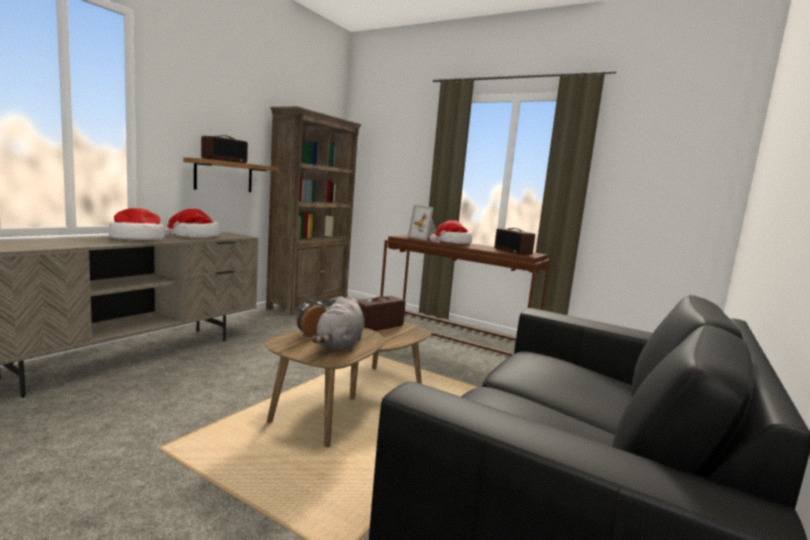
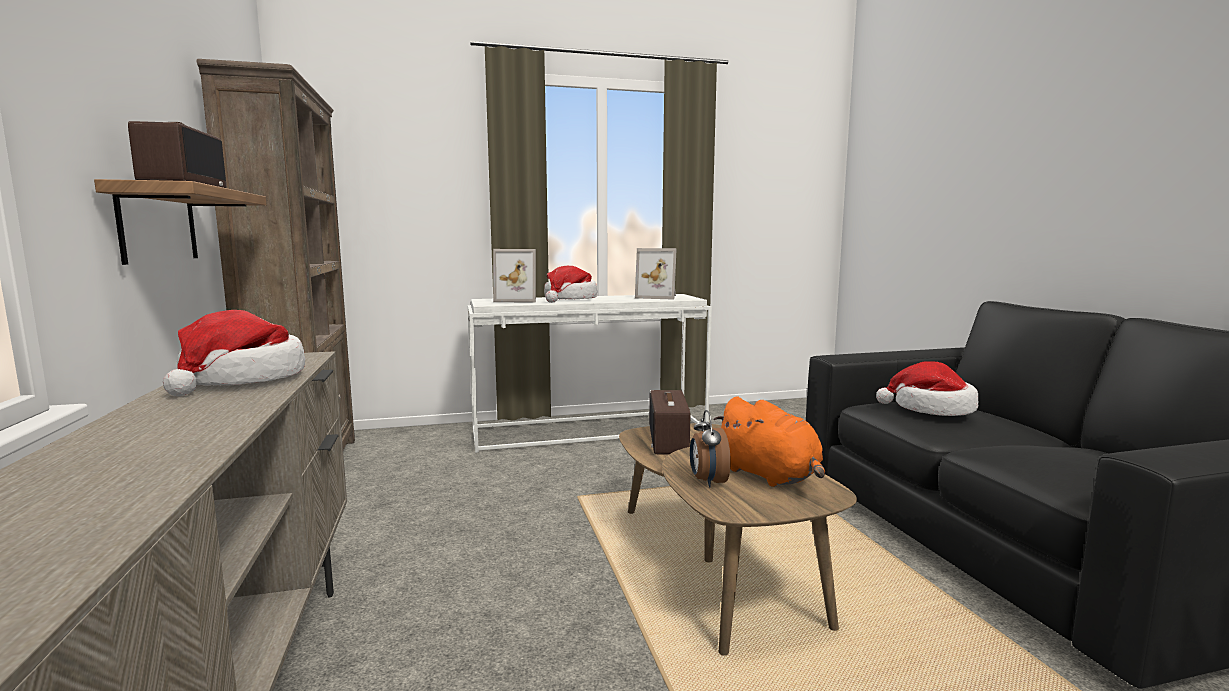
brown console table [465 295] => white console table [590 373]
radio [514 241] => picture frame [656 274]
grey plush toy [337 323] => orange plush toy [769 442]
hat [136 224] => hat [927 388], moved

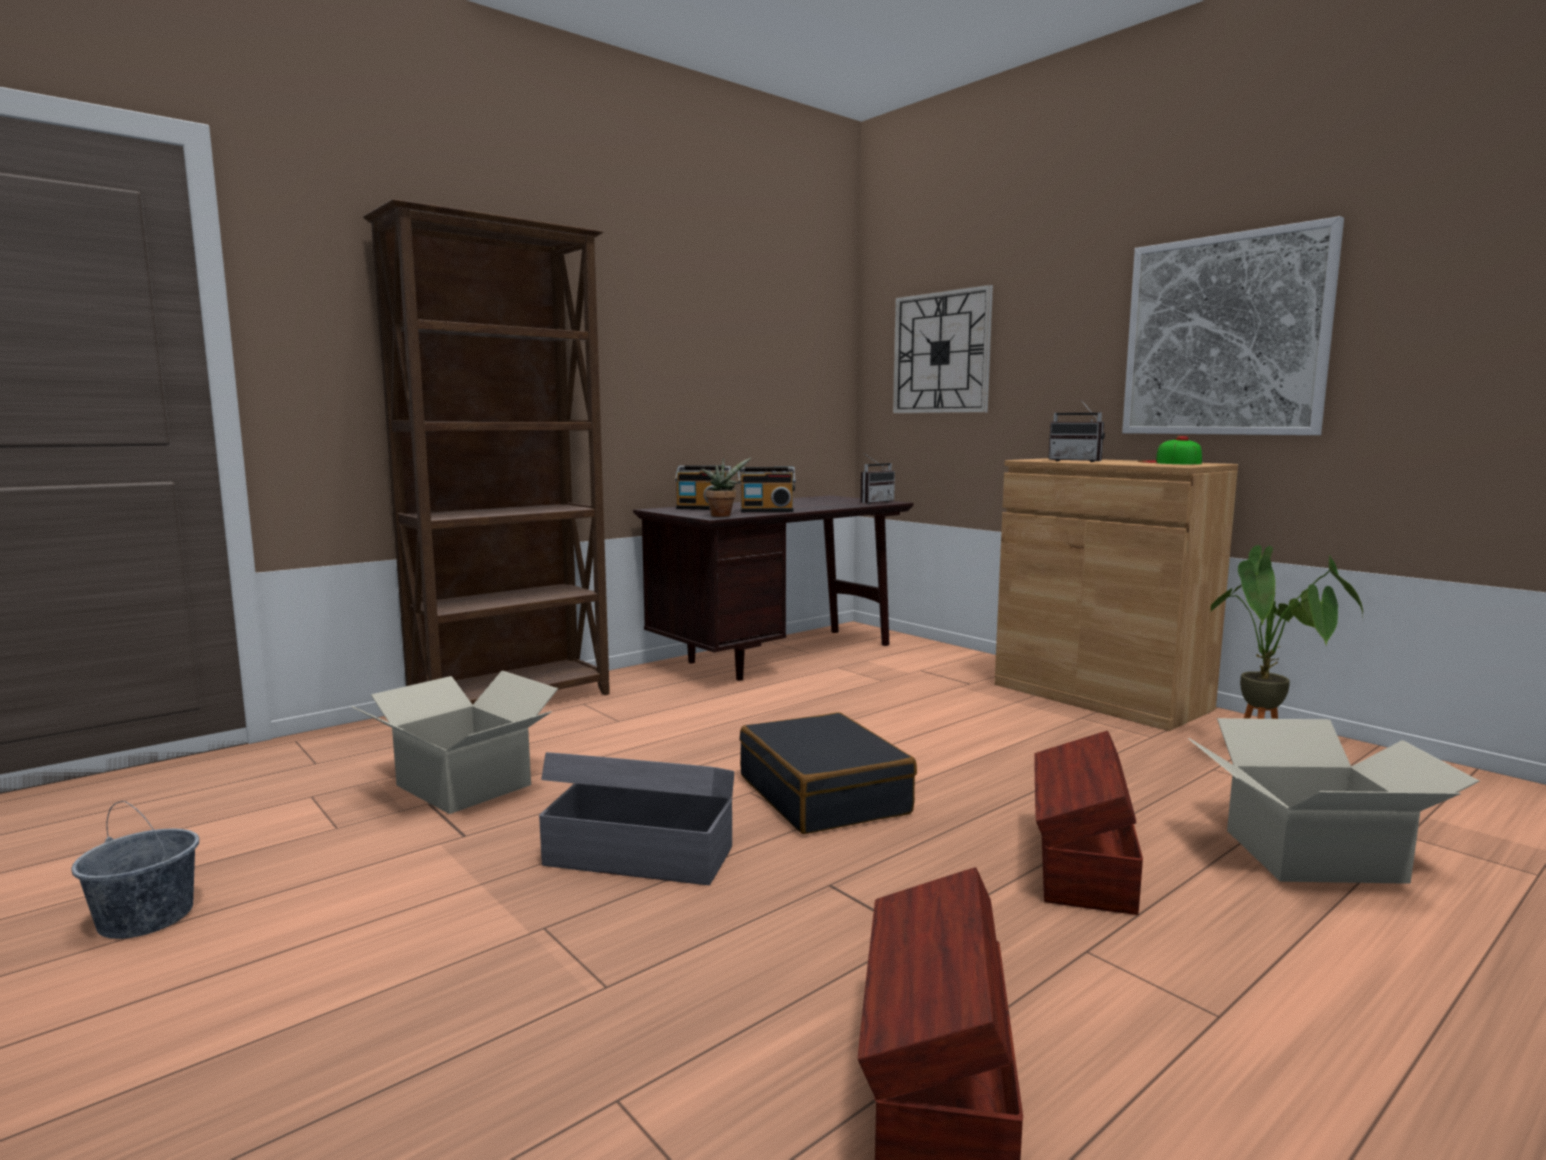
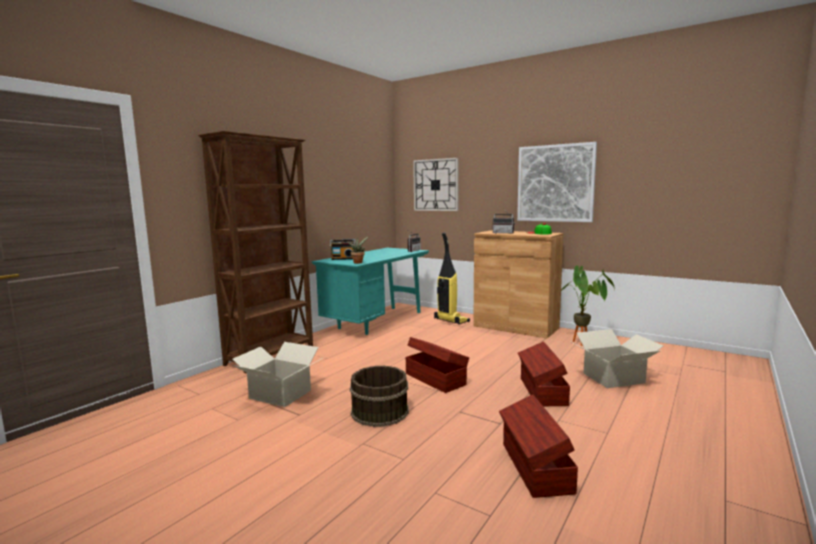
brown desk [773 588] => turquoise desk [370 291]
grey storage box [636 818] => brown bucket [379 396]
black suitcase [828 773] => brown storage box [437 365]
nothing => vacuum cleaner [452 278]
grey bucket [135 870] => nothing
radio [767 489] => nothing

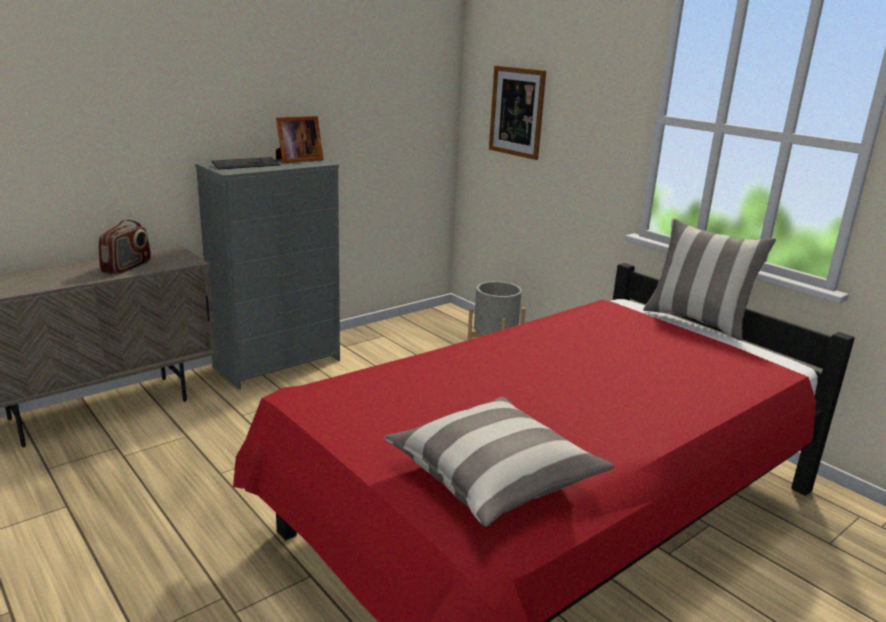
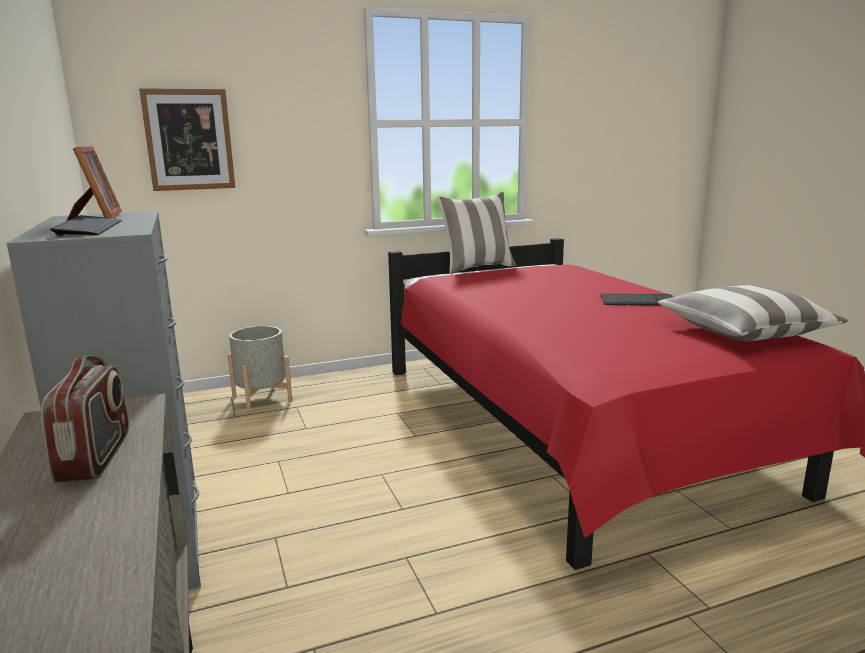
radio [124 247] => radio [85 418], 45 degrees clockwise
nothing => keyboard [636 299]

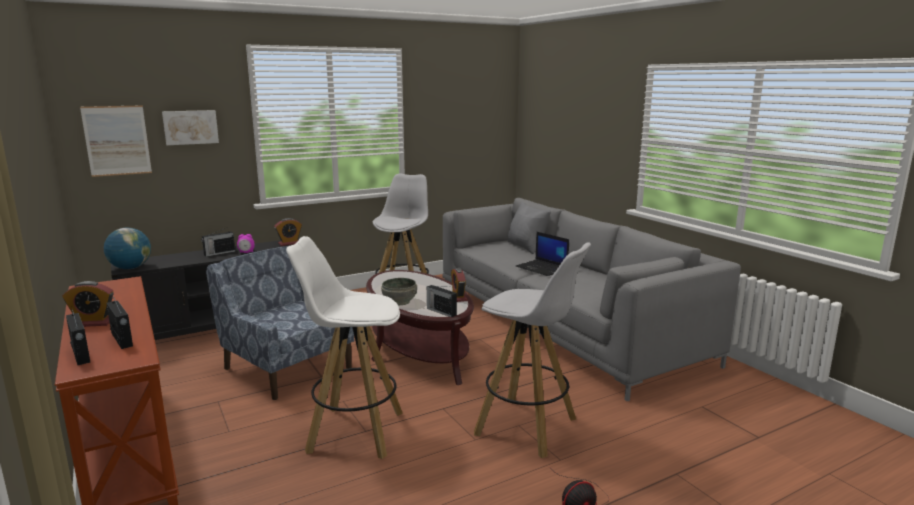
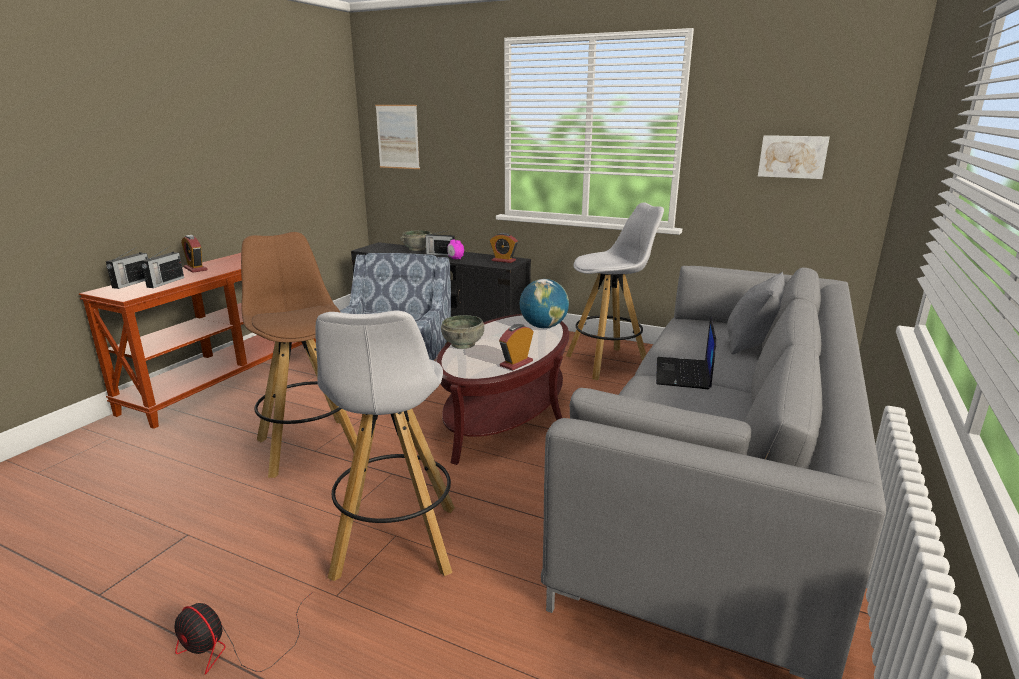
white stool [344 347] => brown stool [299 355]
nothing => grey bowl [416 240]
globe [127 248] => globe [544 303], moved
picture [190 127] => picture [794 157], moved
radio [442 301] => nothing

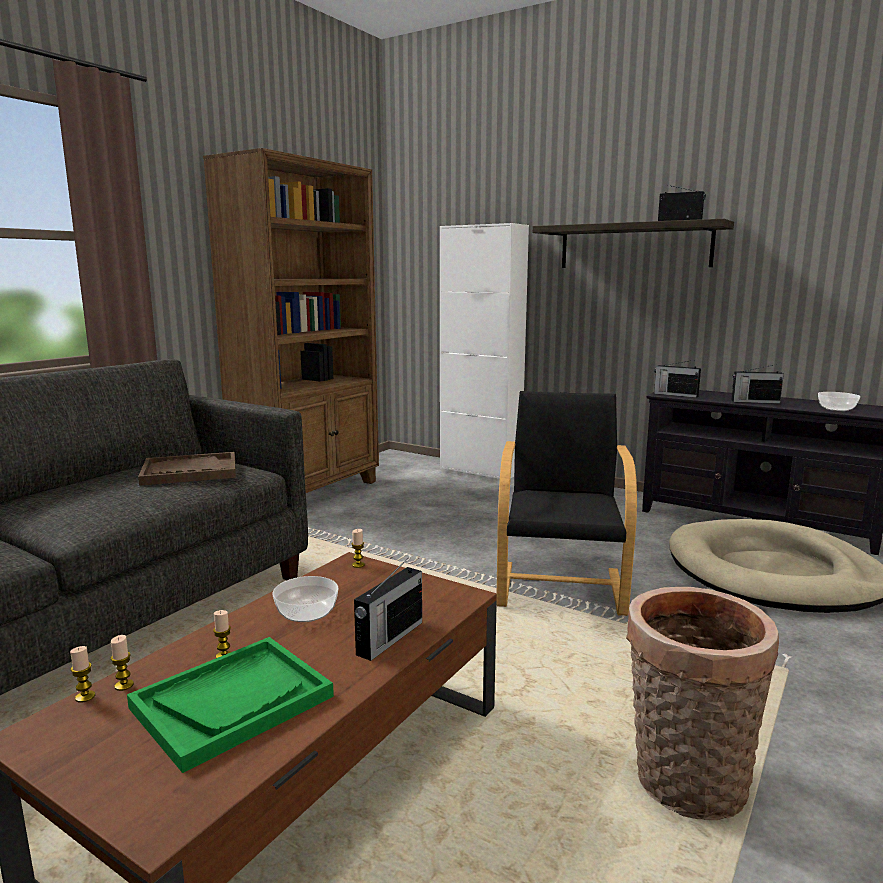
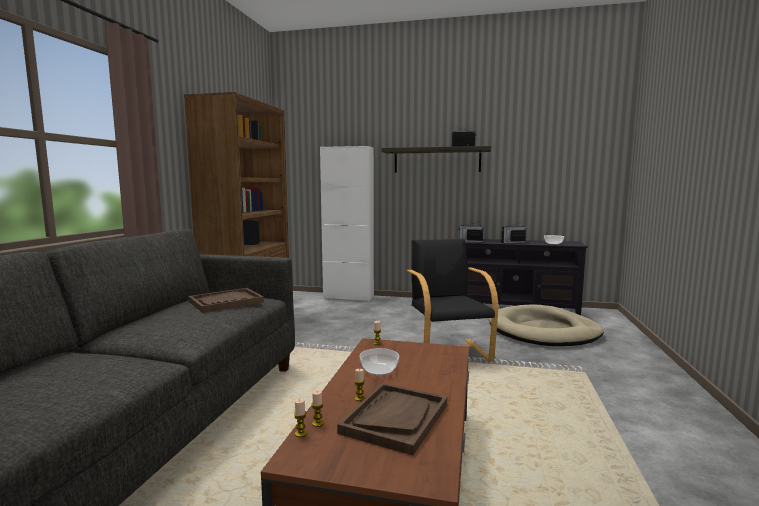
green tray [230 705] => brown tray [392 419]
radio [388 609] => nothing
basket [702 703] => nothing

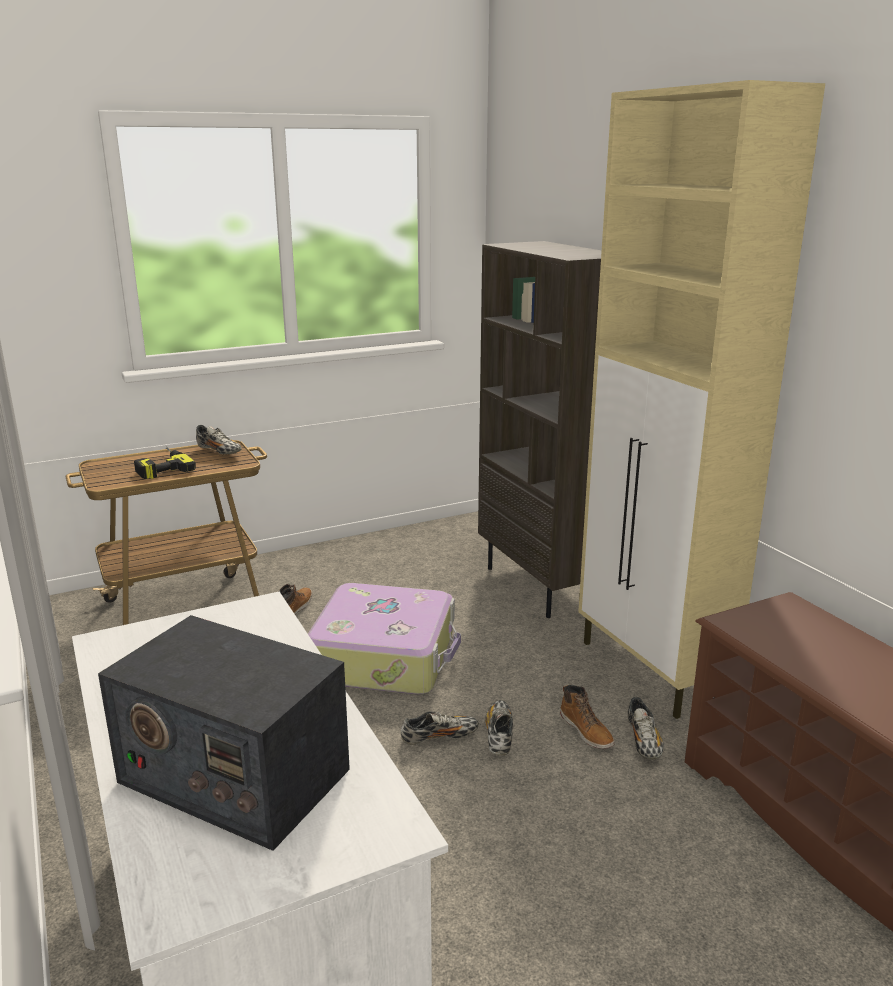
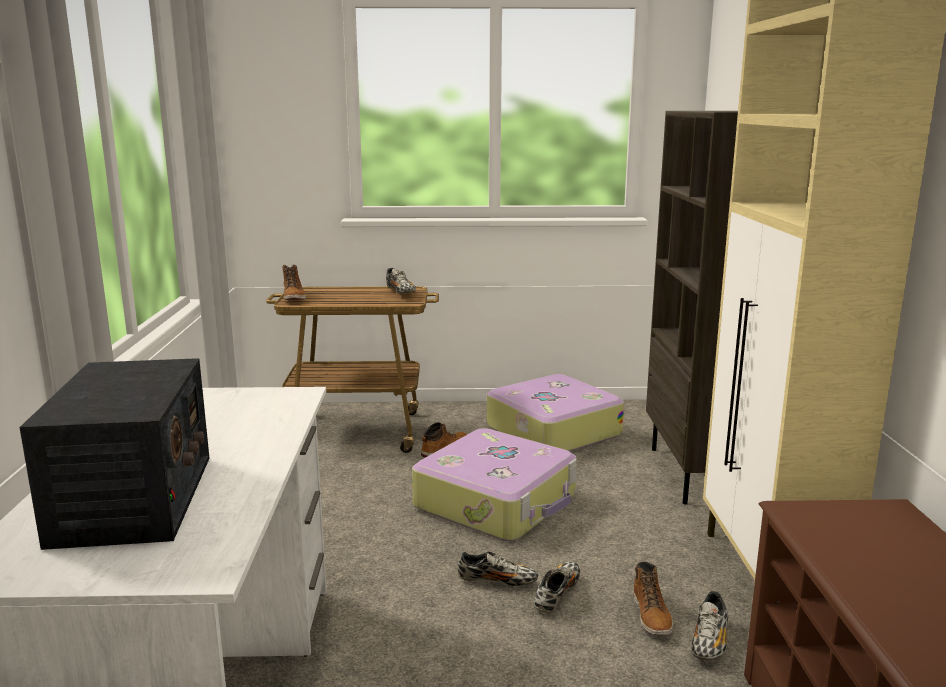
radio [224 733] => radio [114 454], 150 degrees counterclockwise
nothing => boot [294 282]
nothing => suitcase [555 413]
power drill [165 463] => nothing

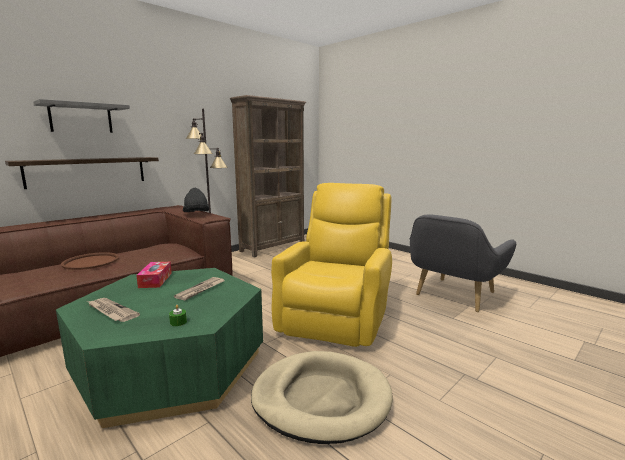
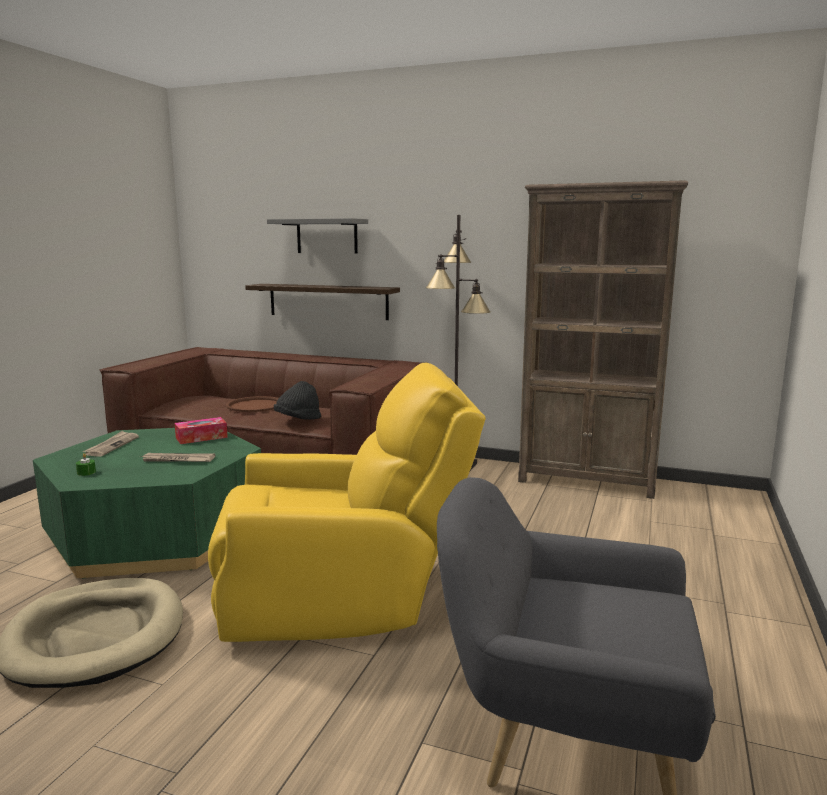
black hat [196 200] => black hat [297 400], moved

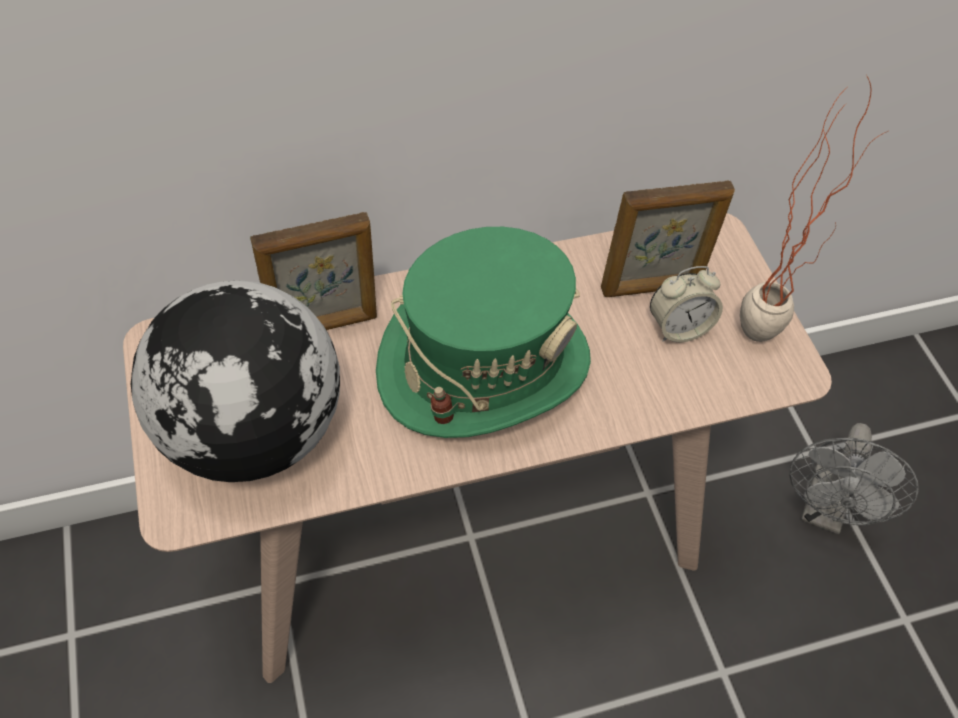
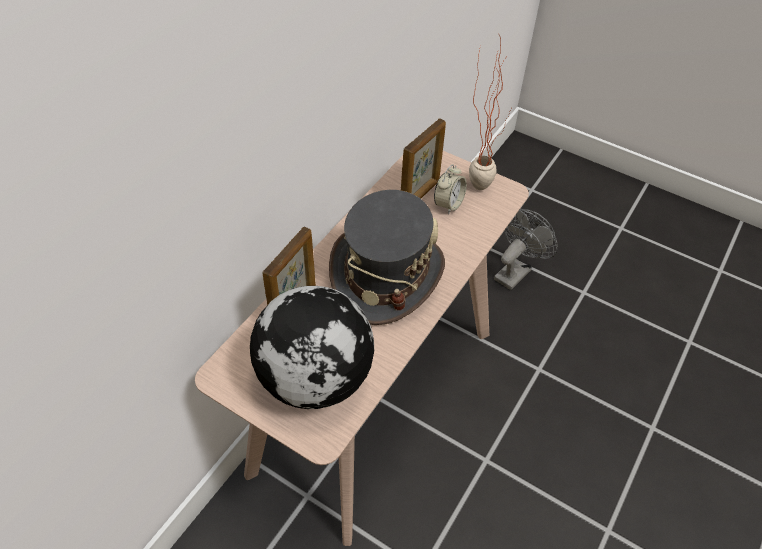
green hat [483 332] => grey hat [387 257]
grey fan [854 478] => grey fan [526 249], 120 degrees counterclockwise

